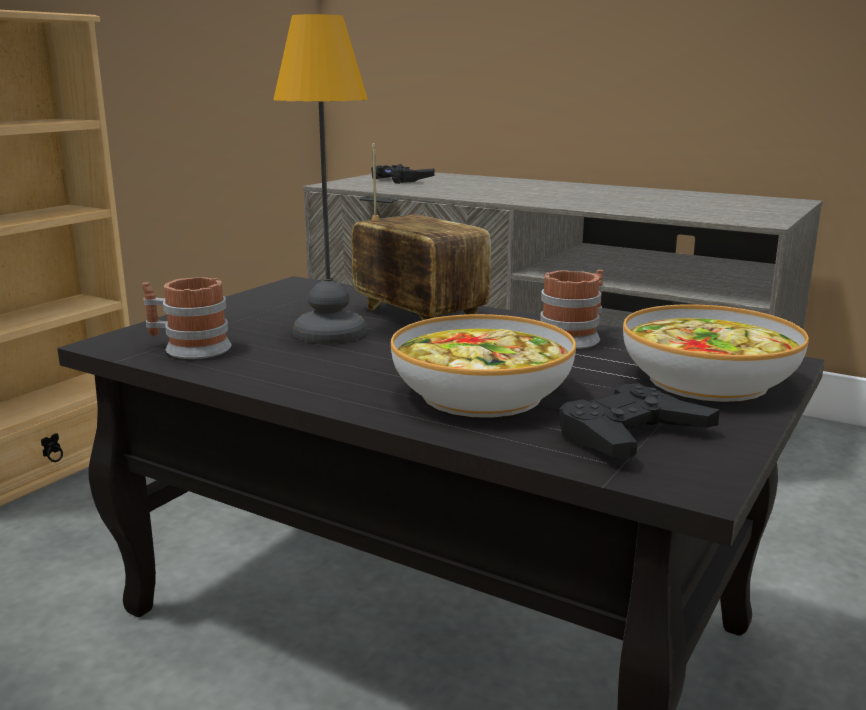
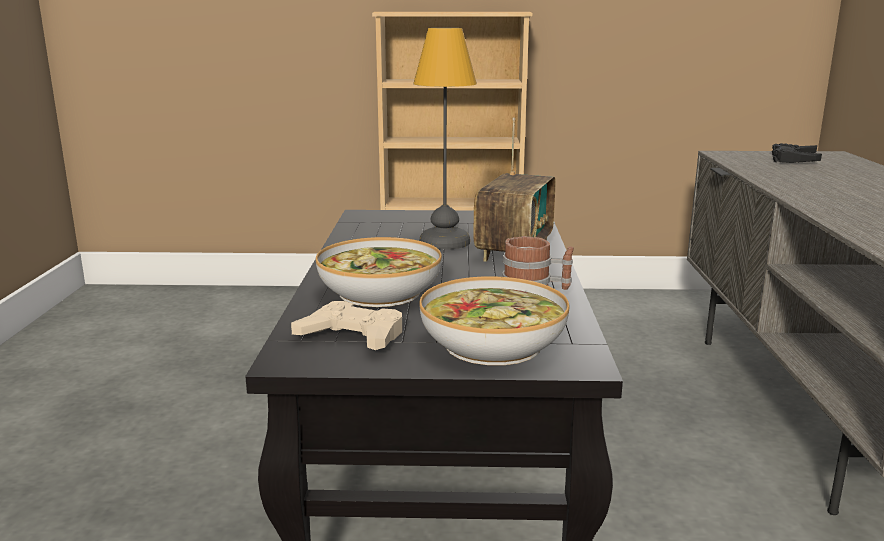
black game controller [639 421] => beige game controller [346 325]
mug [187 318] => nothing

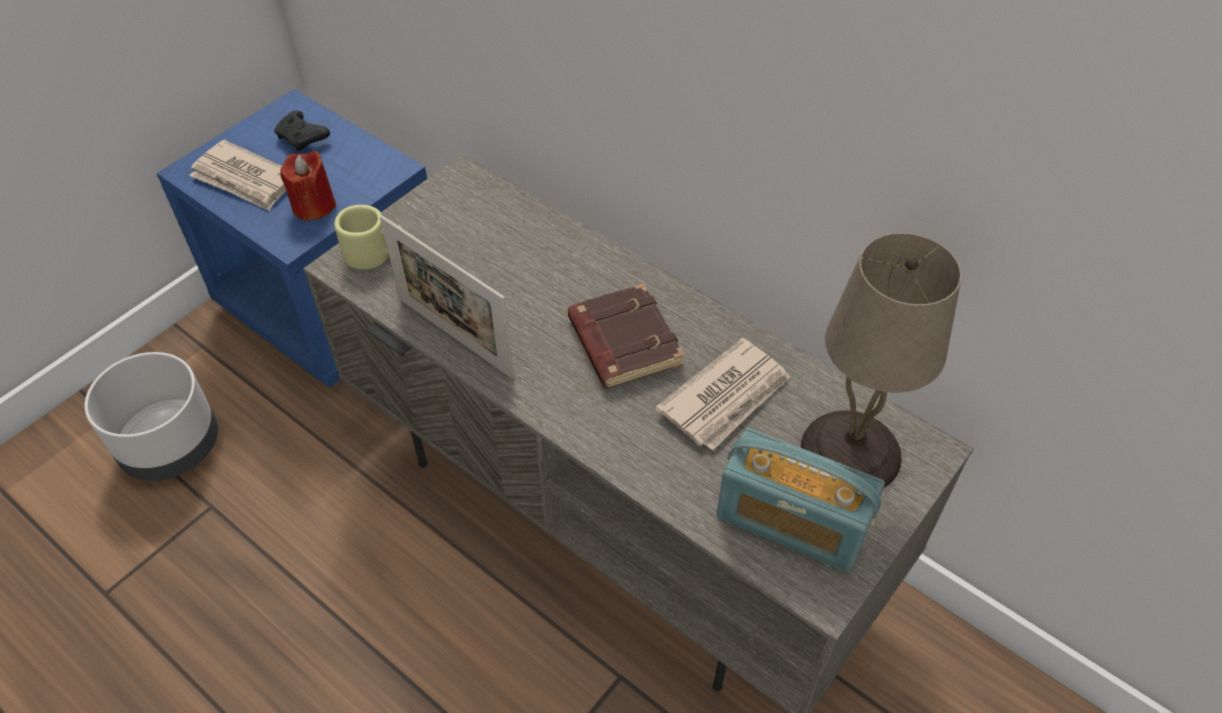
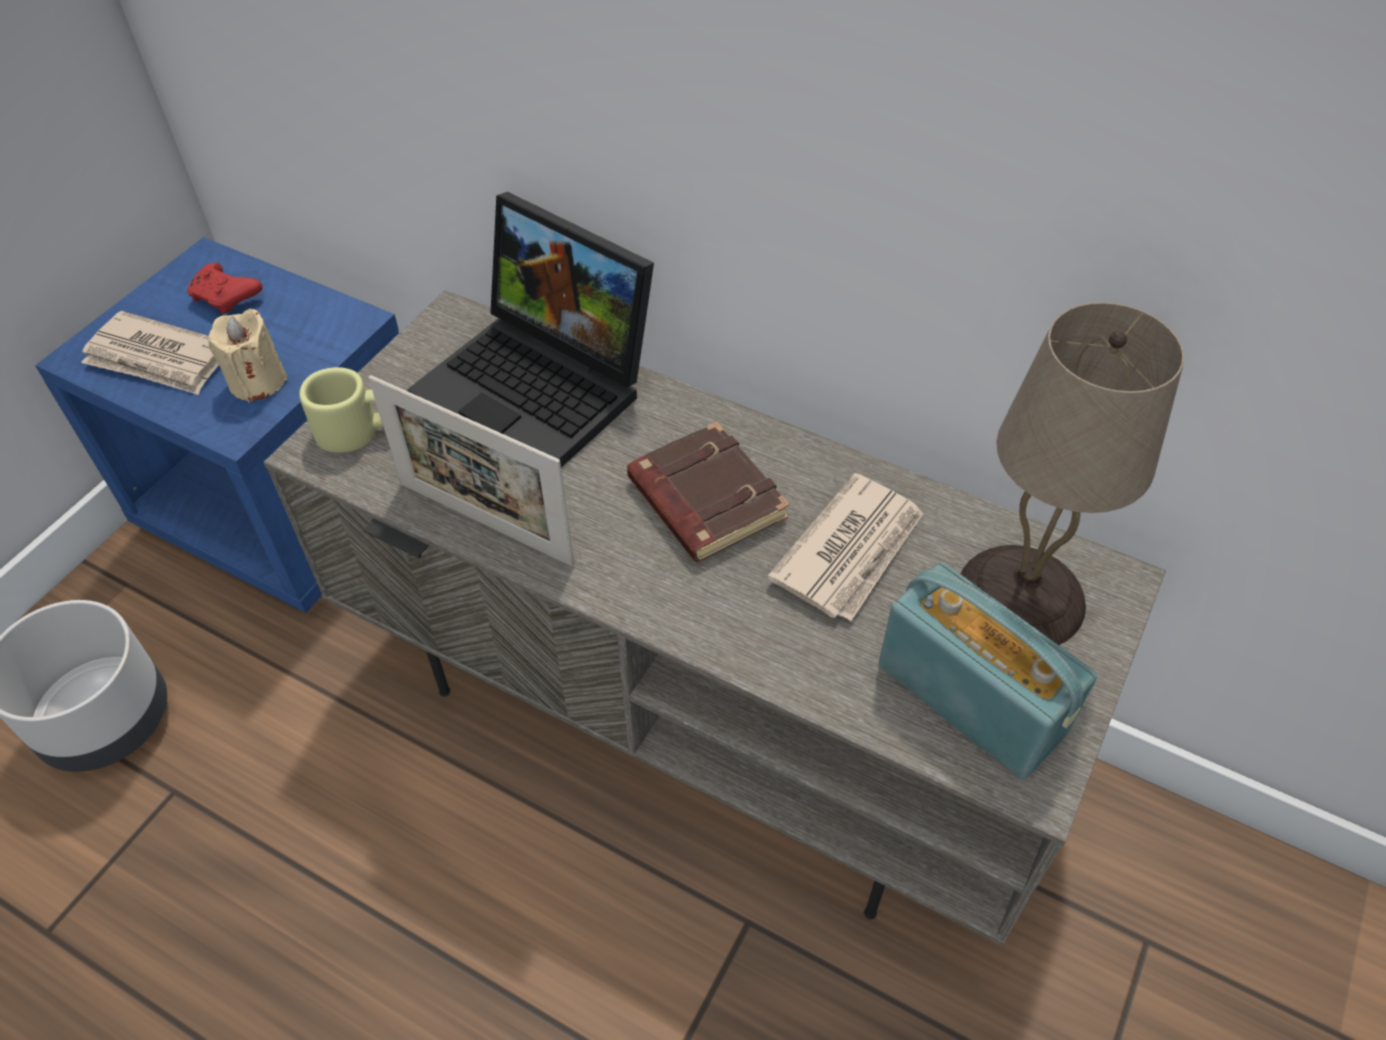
black game controller [302 131] => red game controller [225 288]
red candle [308 186] => beige candle [248 355]
nothing => laptop [530 329]
radio [801 500] => radio [988 670], 150 degrees counterclockwise

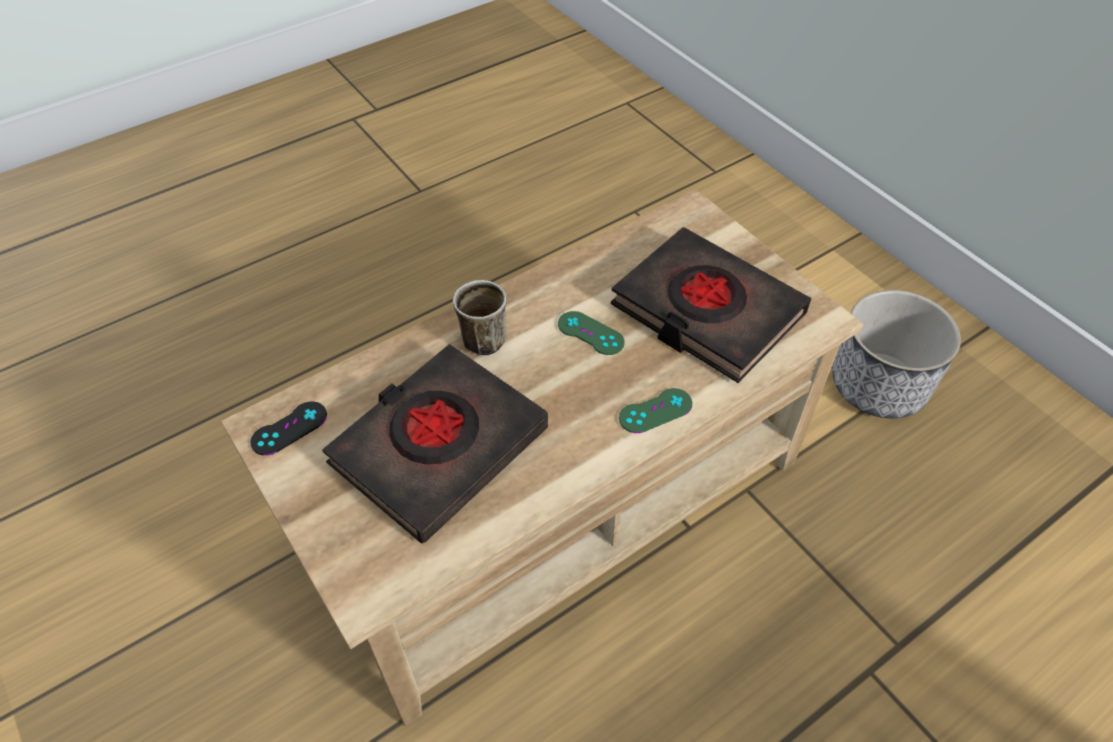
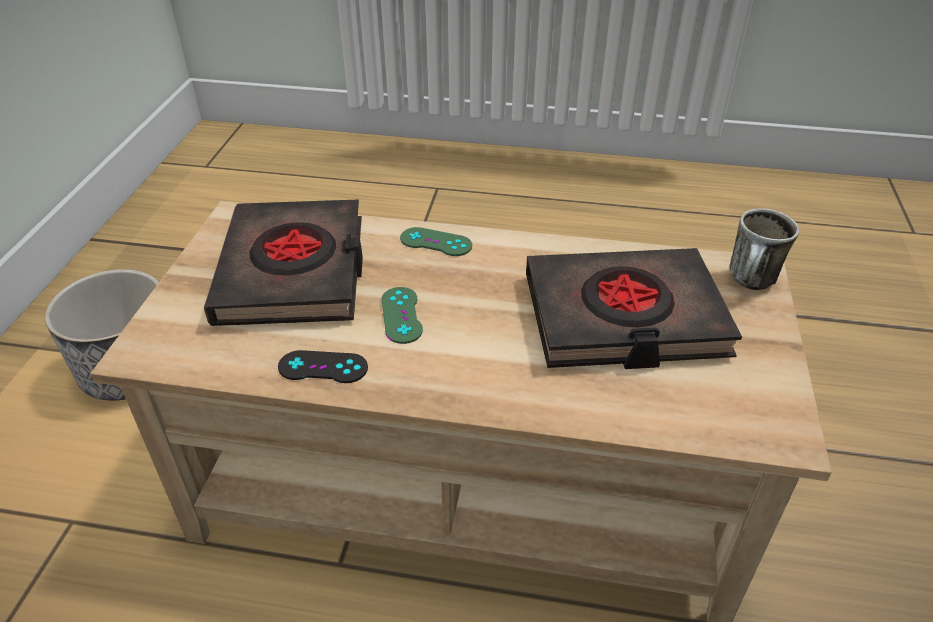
black game controller [288 429] => black game controller [323 366], moved
mug [480 317] => mug [764 249], moved

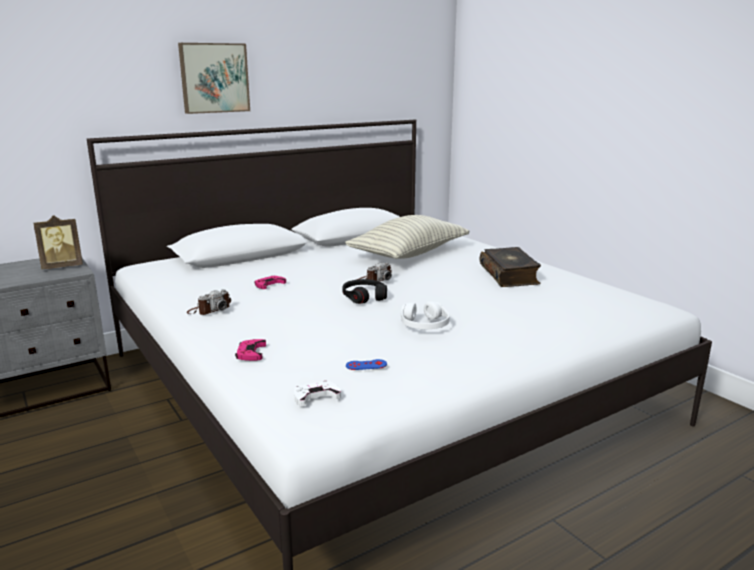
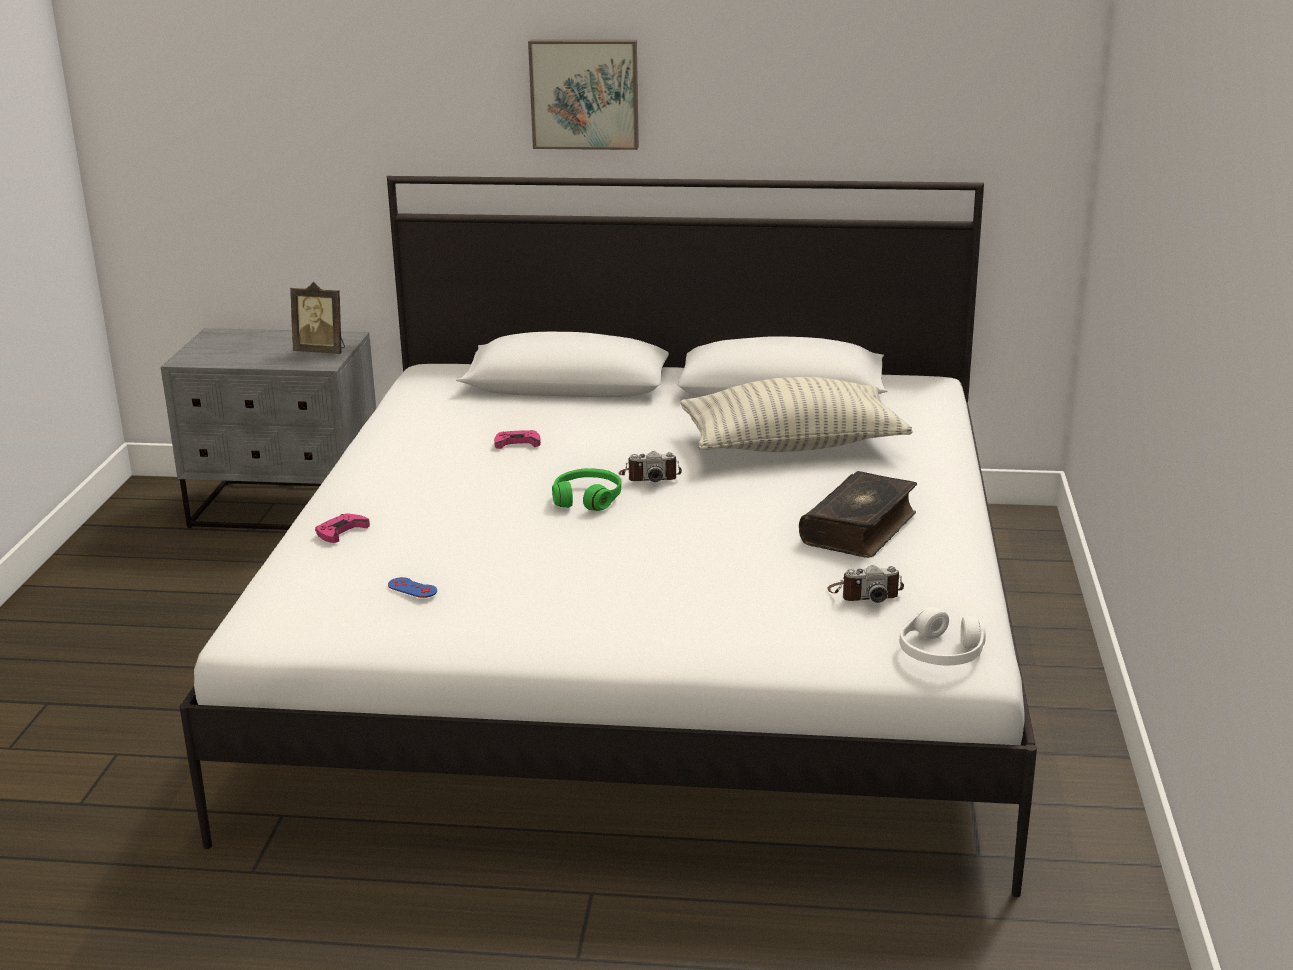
black headphones [364 291] => green headphones [586 489]
photo camera [209 302] => photo camera [865 584], moved
white headphones [425 315] => white headphones [943 636], moved
white game controller [317 393] => nothing

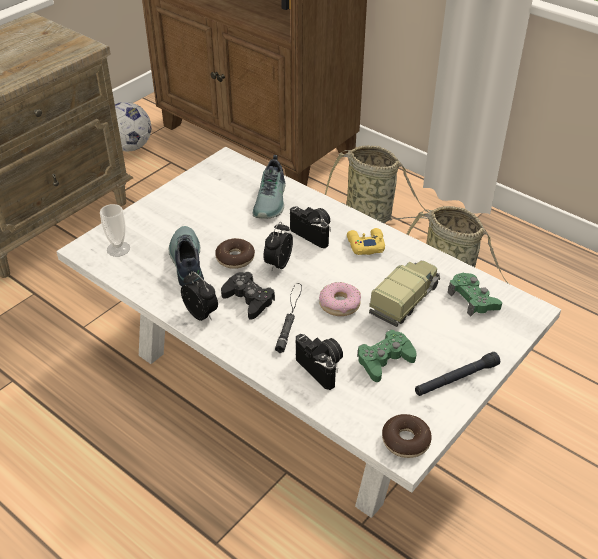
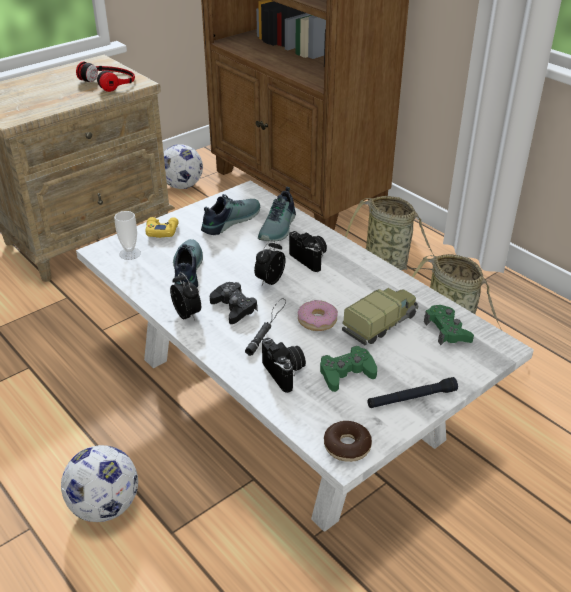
nothing => football [99 483]
nothing => headphones [105 76]
yellow game controller [366 241] => yellow game controller [162 227], moved
nothing => shoe [230 214]
donut [235 253] => nothing

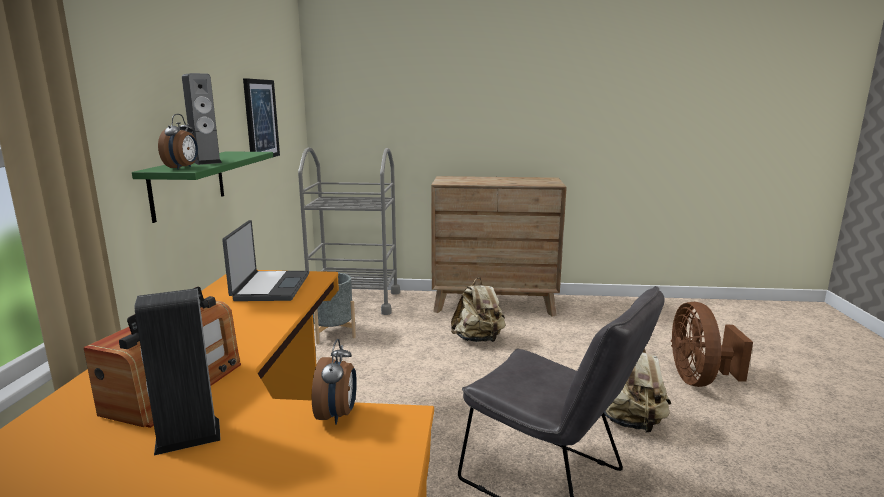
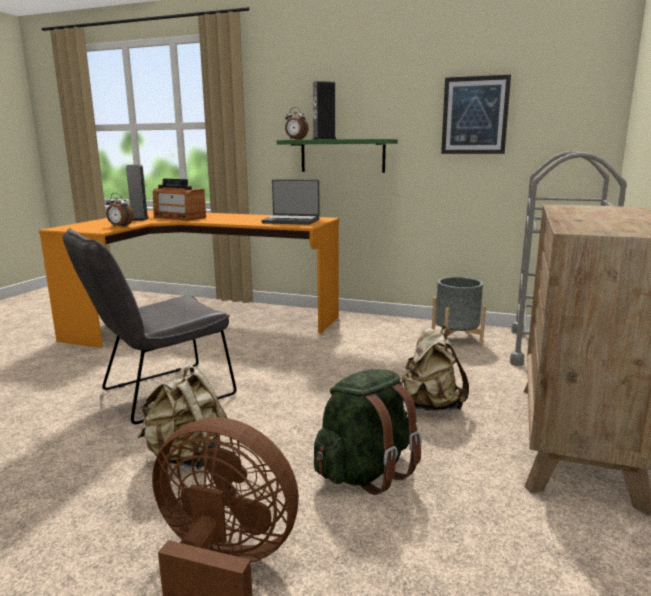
nothing => green backpack [368 432]

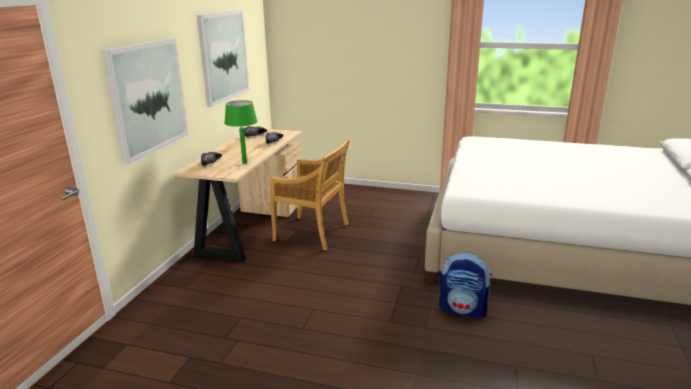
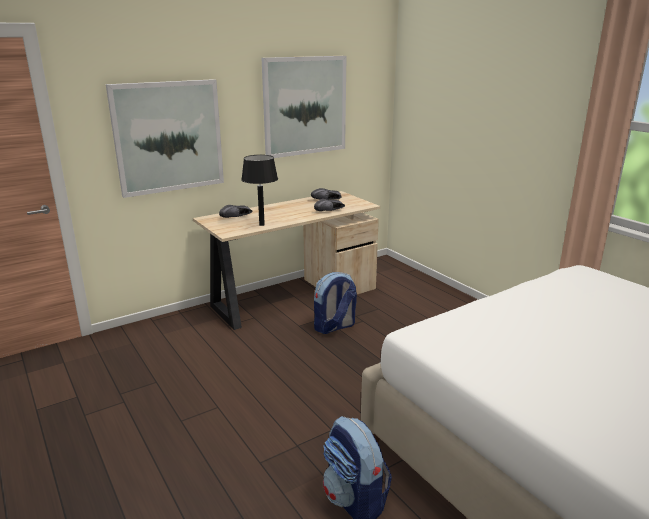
green table lamp [241 132] => black table lamp [259 190]
beige chair [310 194] => backpack [335 303]

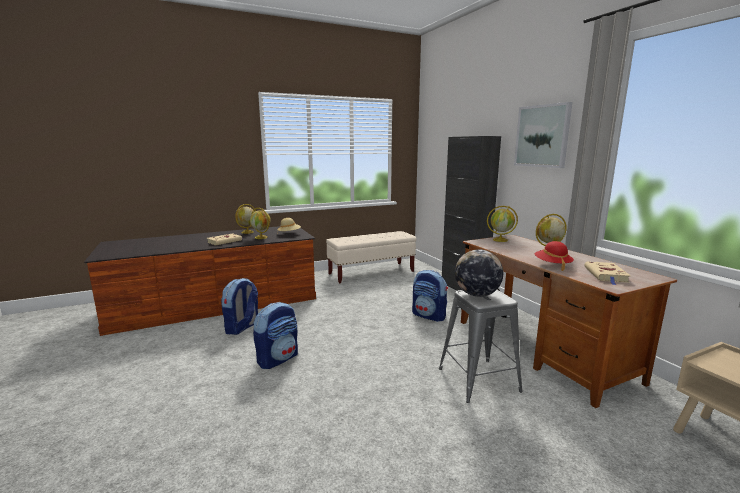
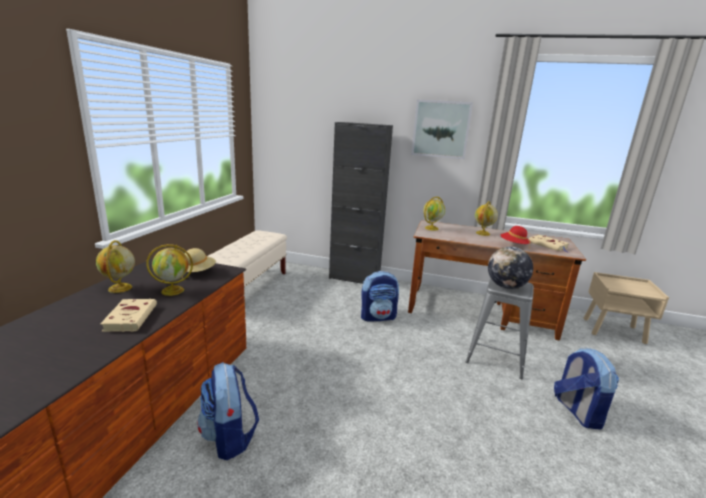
backpack [275 335] => backpack [586 388], moved

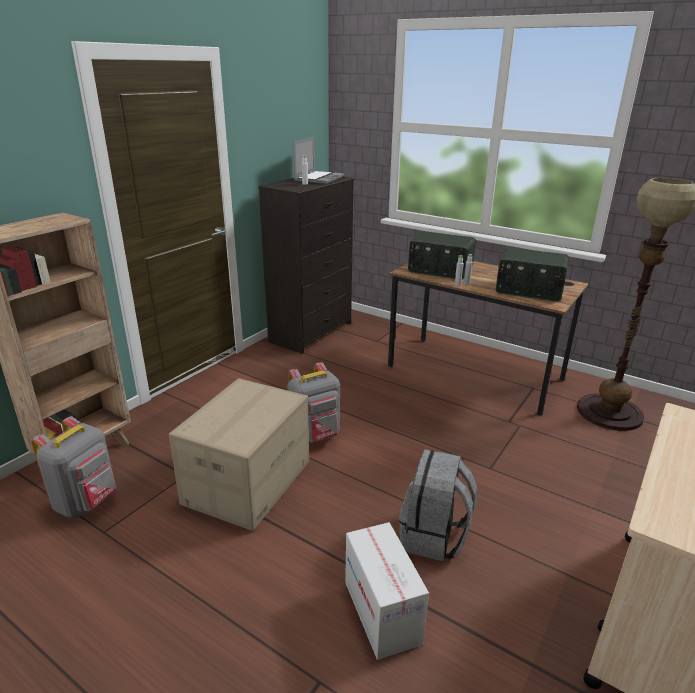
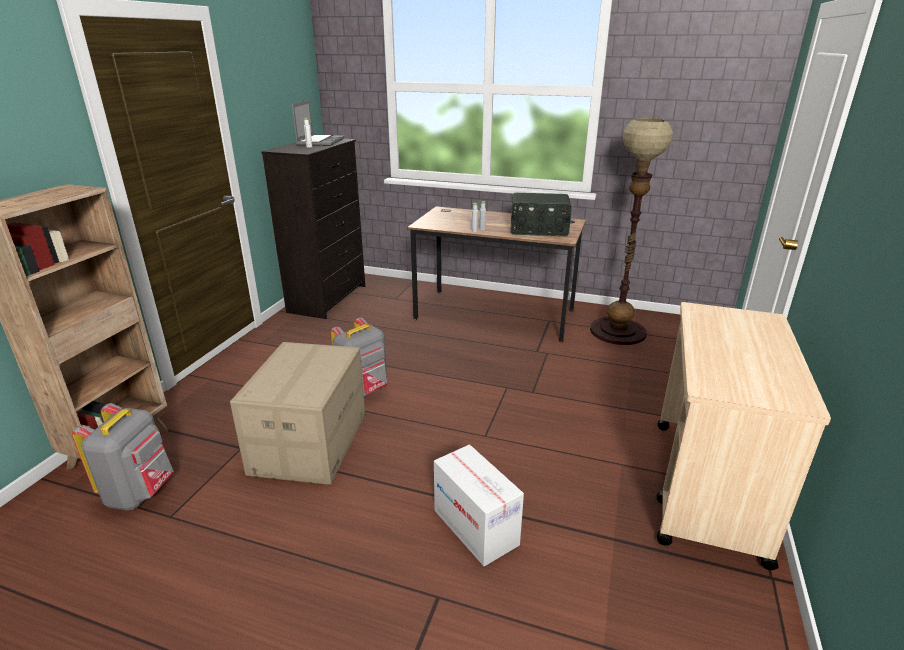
grey backpack [438 505] => nothing
radio [442 255] => nothing

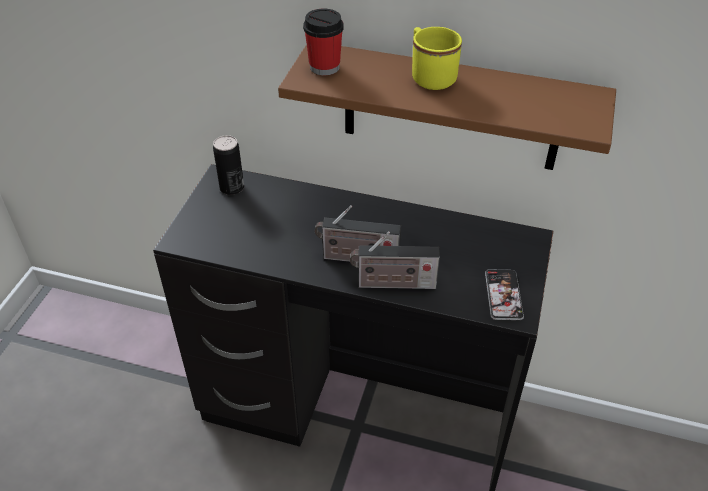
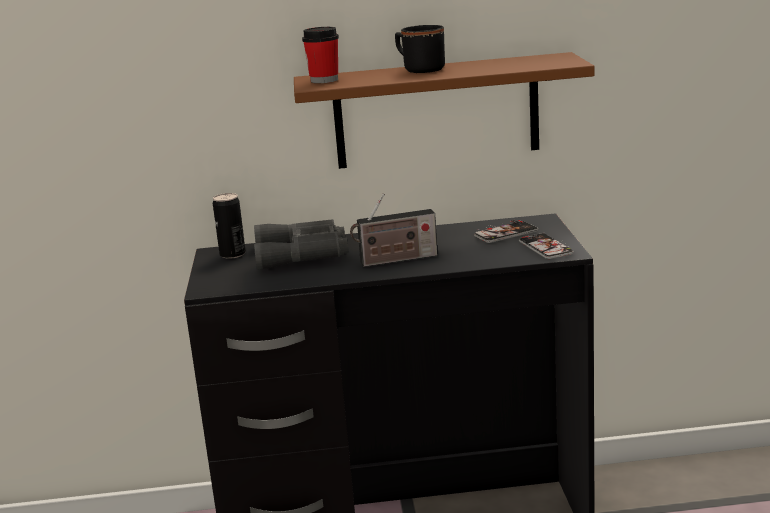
nothing => grey binoculars [301 244]
yellow mug [437 58] => black mug [420 49]
nothing => phone [506 231]
radio [395 260] => nothing

